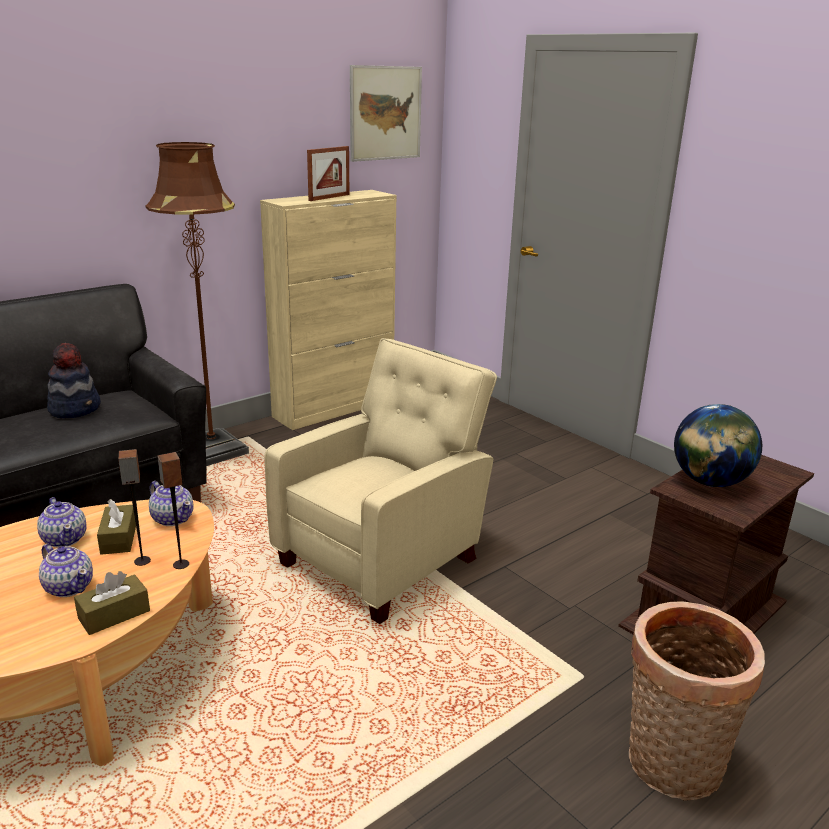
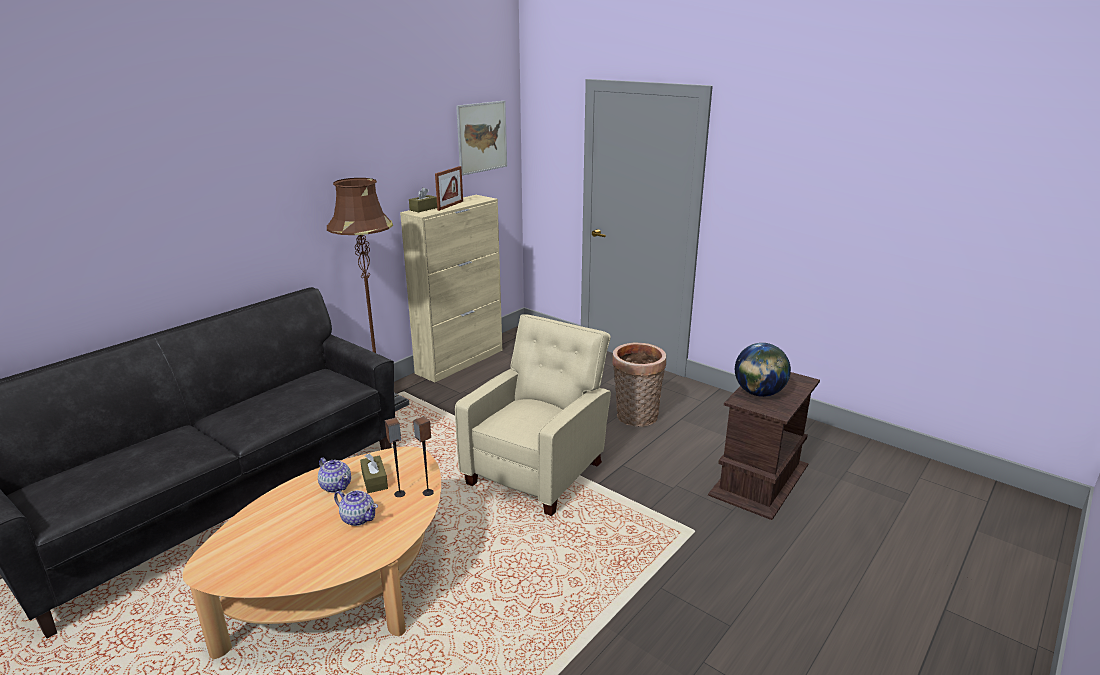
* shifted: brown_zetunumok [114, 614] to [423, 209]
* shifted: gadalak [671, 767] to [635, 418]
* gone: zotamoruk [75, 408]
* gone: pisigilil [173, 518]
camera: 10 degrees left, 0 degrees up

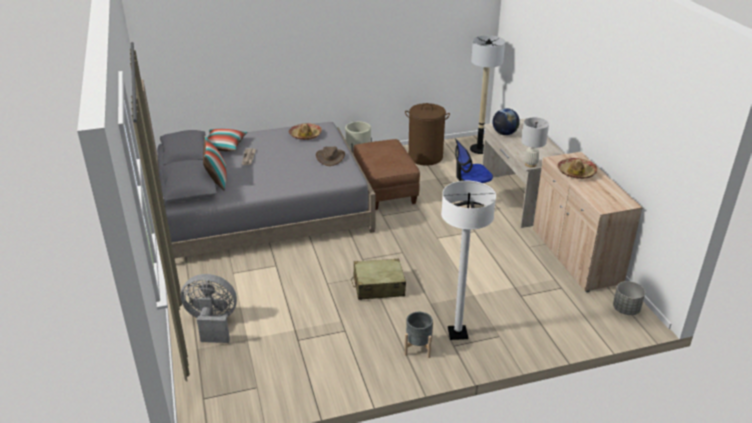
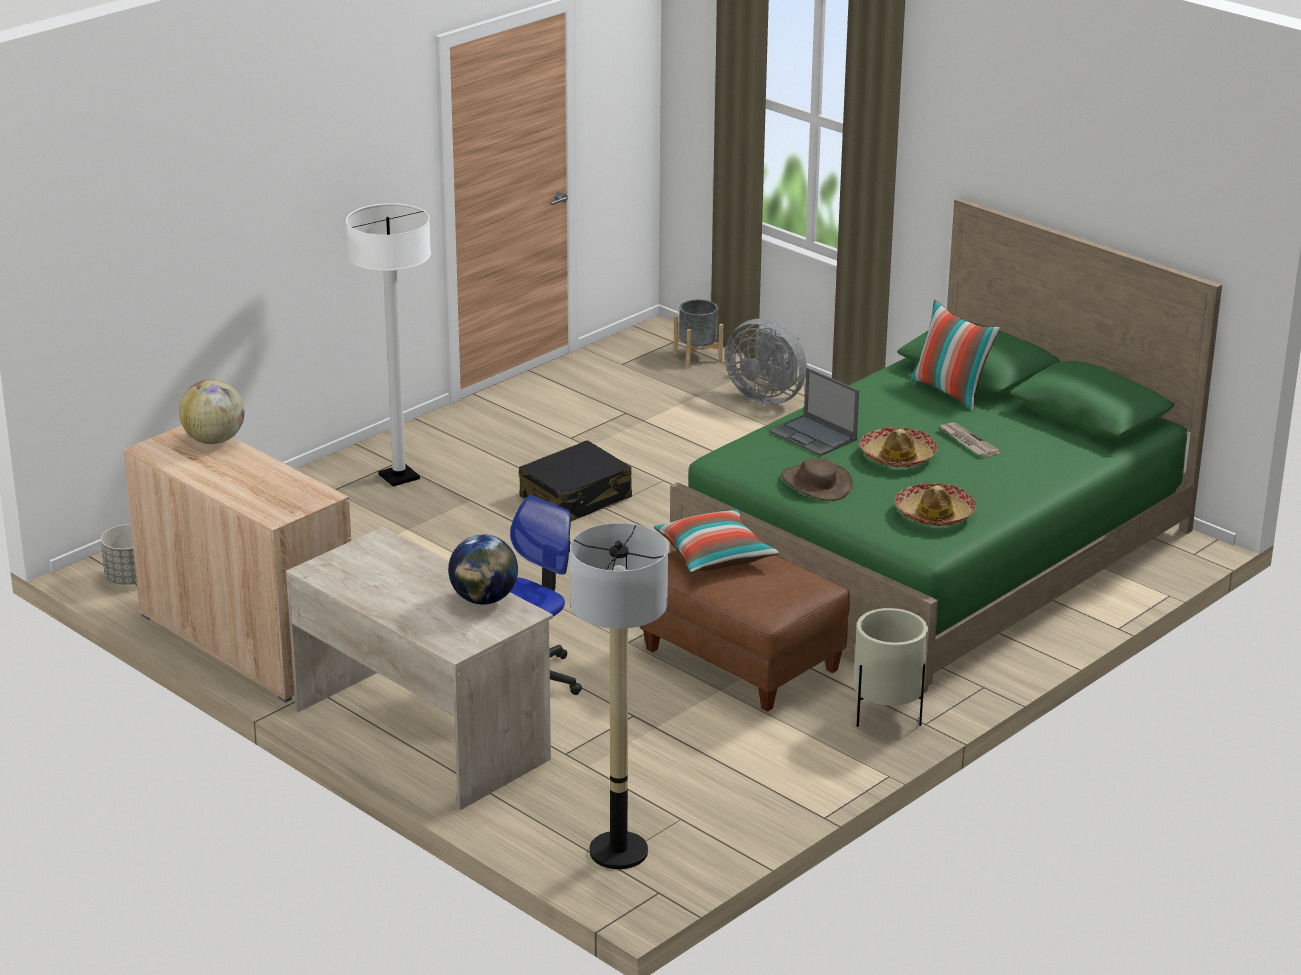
* new: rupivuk [214, 440]
* repainted: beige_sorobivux [378, 286] to black_sorobivux [576, 498]
* shifted: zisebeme [223, 146] to [714, 556]
* repainted: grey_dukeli [262, 209] to green_dukeli [936, 552]
* shifted: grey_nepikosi [418, 347] to [698, 357]
* rotated: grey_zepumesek [212, 324] = [767, 396] 60 degrees clockwise
* new: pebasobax [814, 436]
* shifted: zotamoruk [576, 172] to [897, 457]
* gone: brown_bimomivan [425, 157]
* gone: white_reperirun [530, 164]
camera: 150 degrees right, 5 degrees down

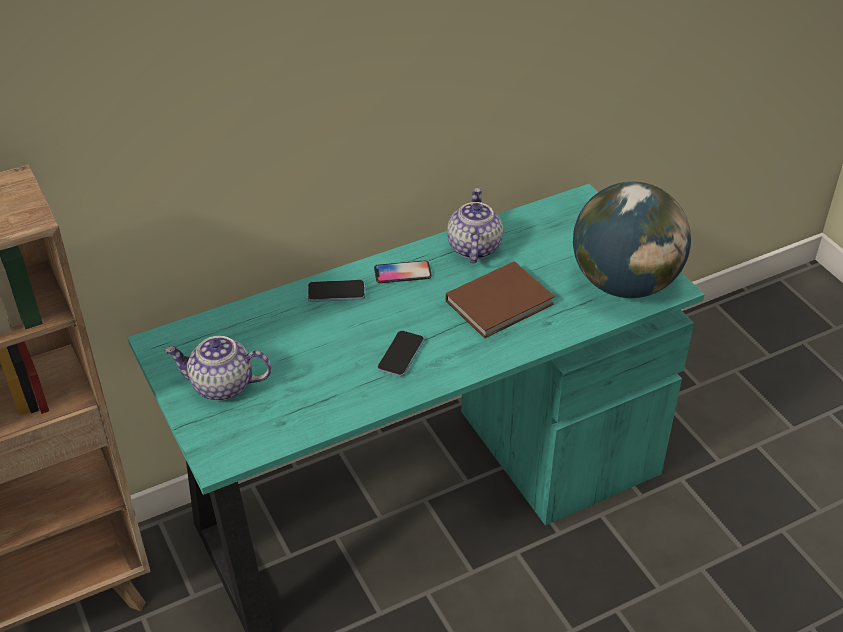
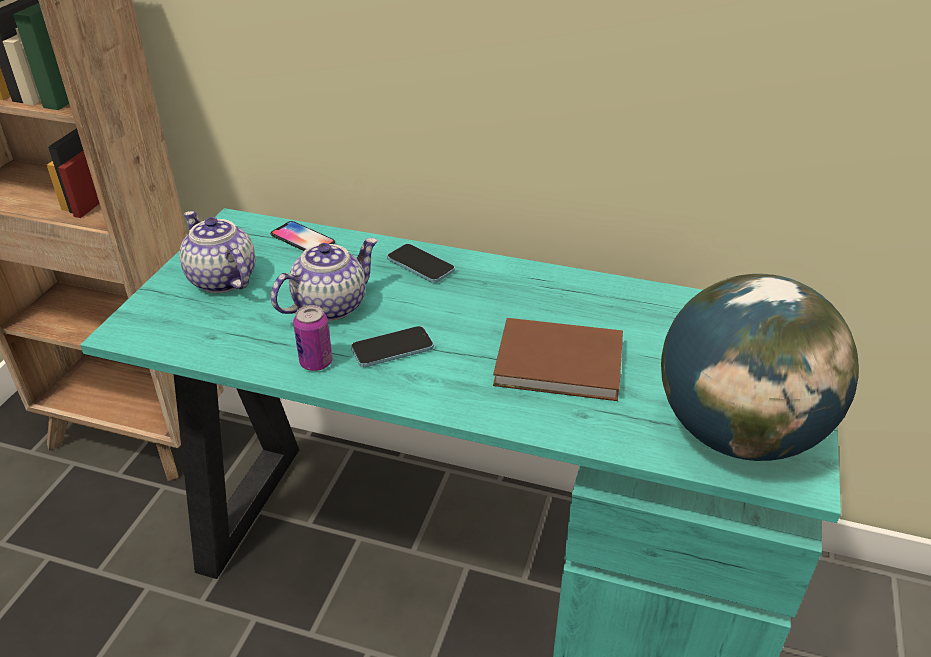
* shifted: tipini [402, 273] to [302, 239]
* shifted: pisigilil [473, 247] to [330, 305]
* new: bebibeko [316, 362]
camera: 45 degrees right, 5 degrees down

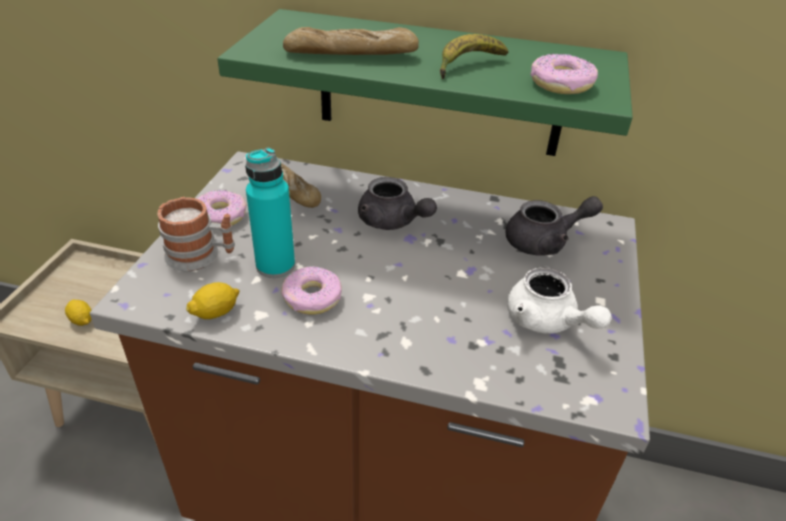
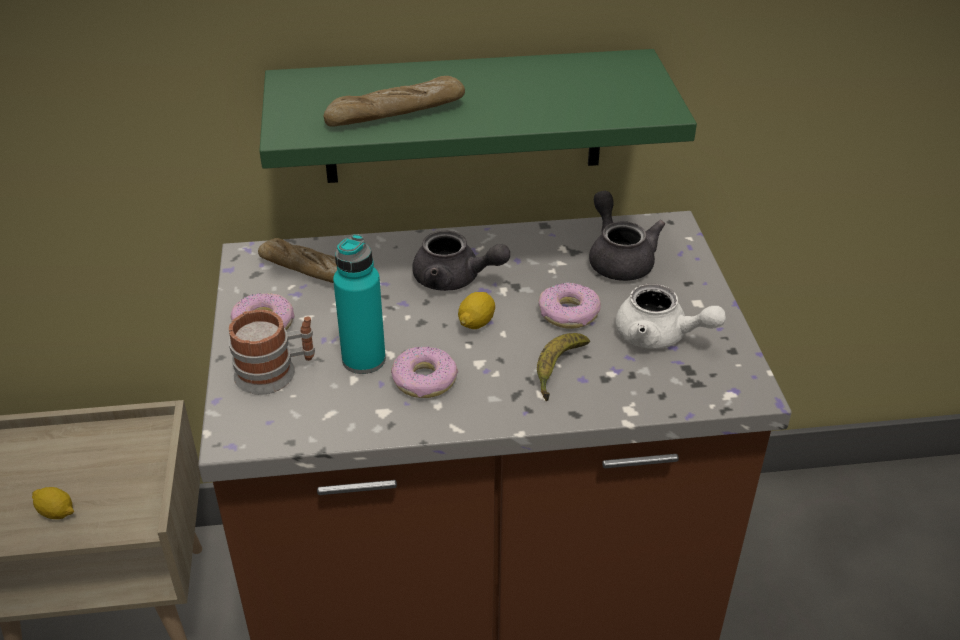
* shifted: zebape [216, 312] to [476, 322]
* shifted: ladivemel [467, 66] to [557, 370]
* shifted: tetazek [561, 84] to [569, 314]
* rotated: grey_pisigilil [545, 242] = [618, 258] 75 degrees counterclockwise
camera: 20 degrees left, 0 degrees up

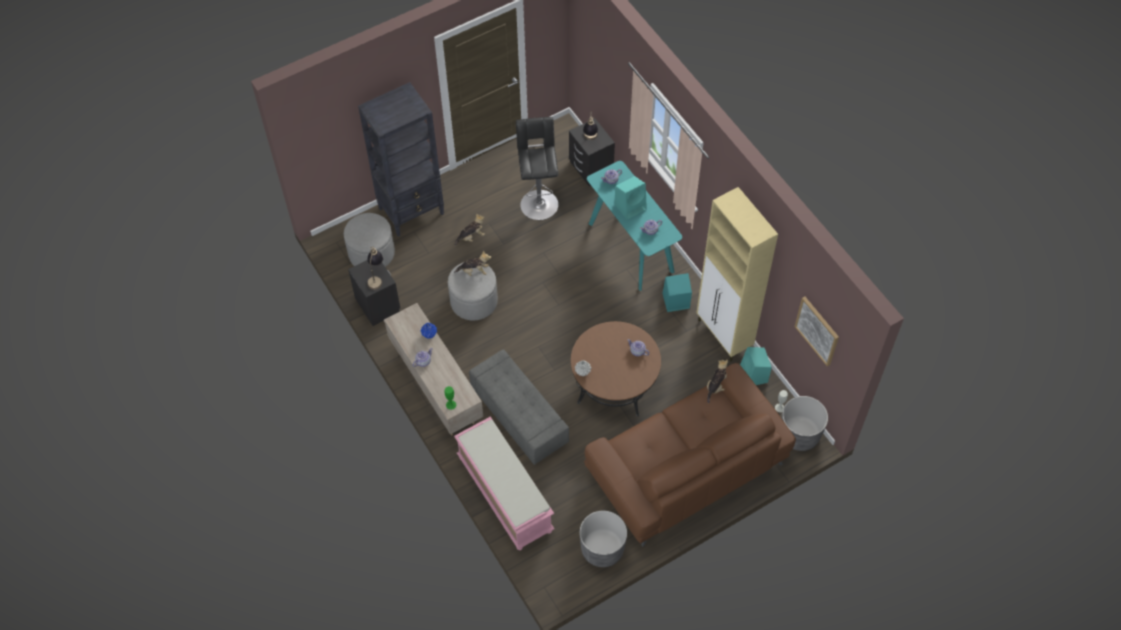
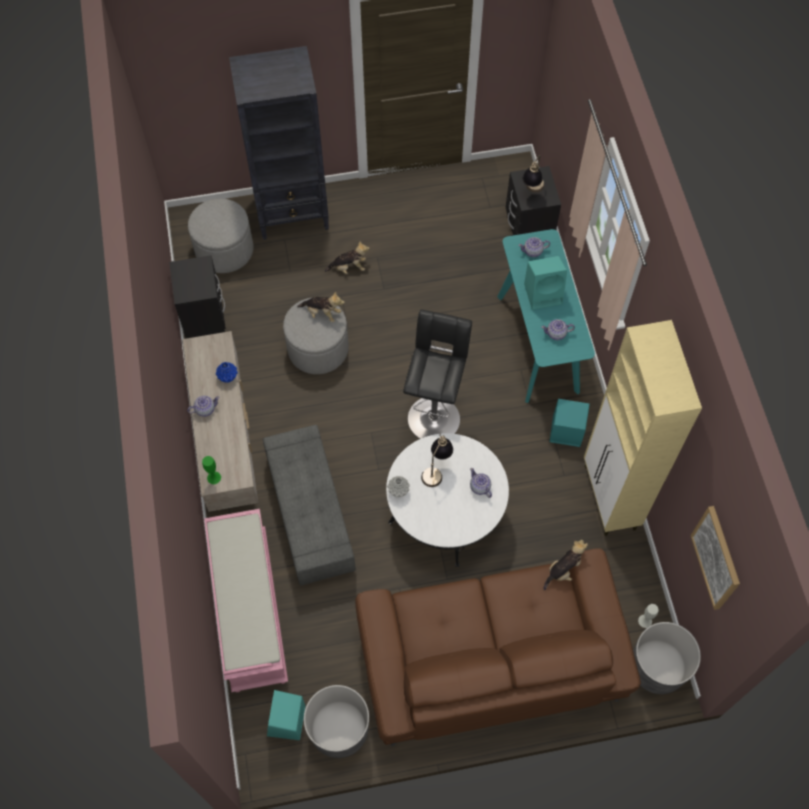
* shifted: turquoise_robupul [753, 375] to [286, 722]
* repainted: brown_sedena [614, 383] to white_sedena [445, 512]
* shifted: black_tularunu [538, 202] to [434, 415]
* shifted: reperirun [376, 277] to [436, 470]
camera: 20 degrees right, 5 degrees up

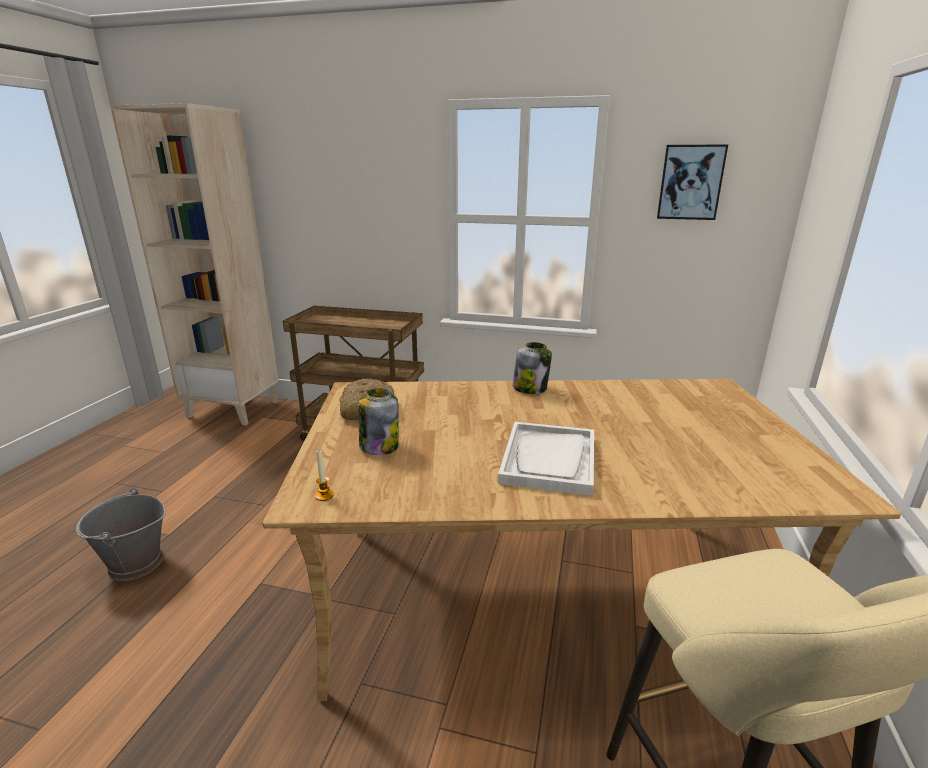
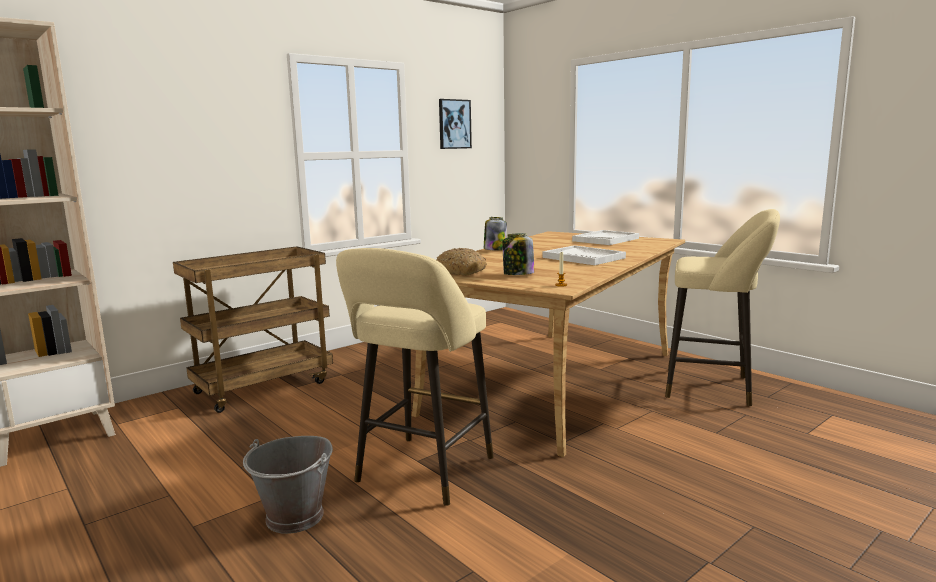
* new: beige_tularunu [421, 473]
* new: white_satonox [605, 239]
camera: 55 degrees left, 10 degrees down

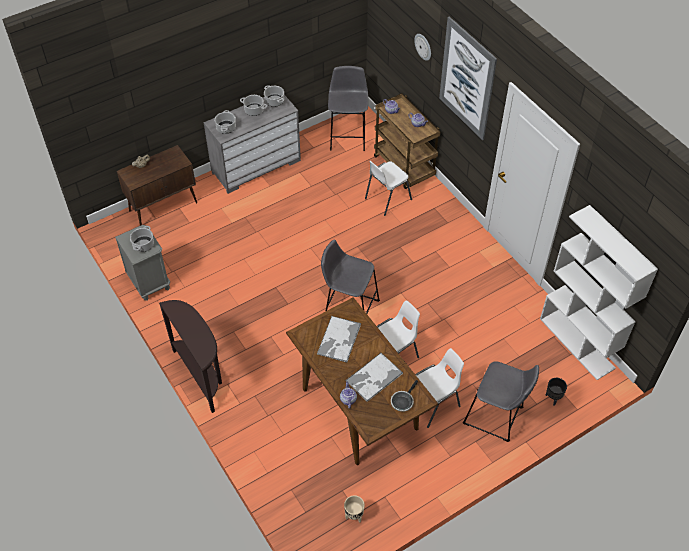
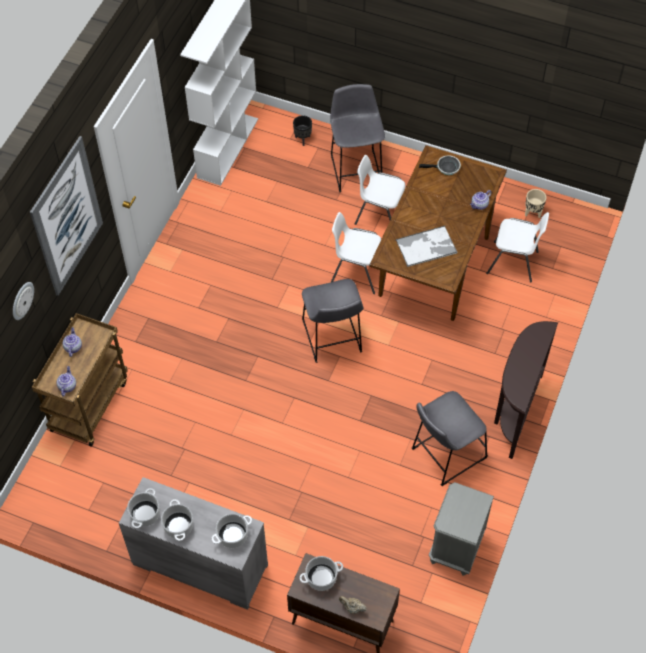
* shifted: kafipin [143, 245] to [321, 577]
* shifted: grey_tularunu [348, 135] to [445, 455]
* shifted: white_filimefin [386, 199] to [514, 263]
* gone: satonox [373, 377]
camera: 125 degrees left, 5 degrees up

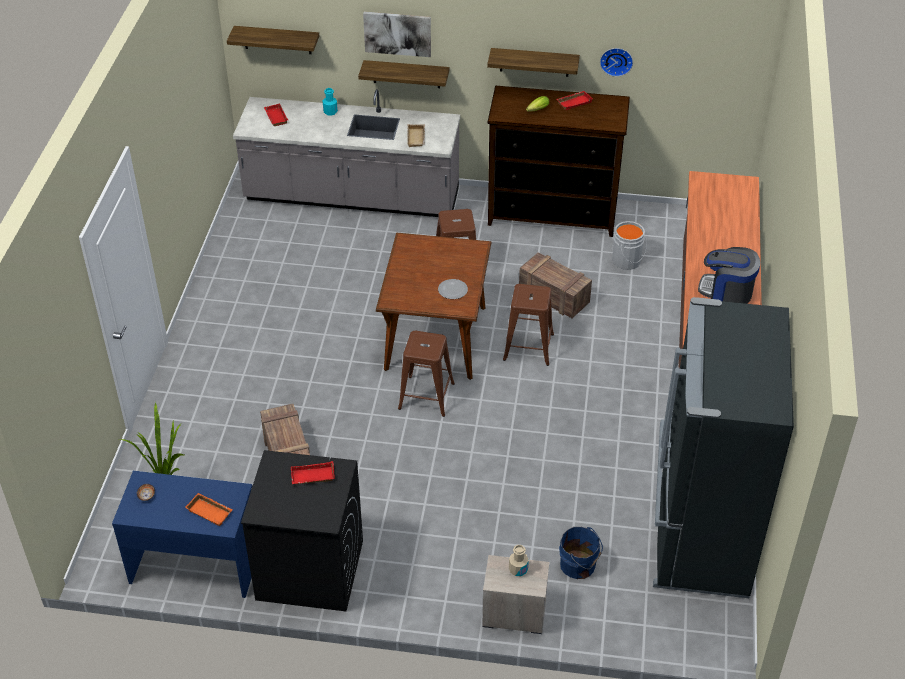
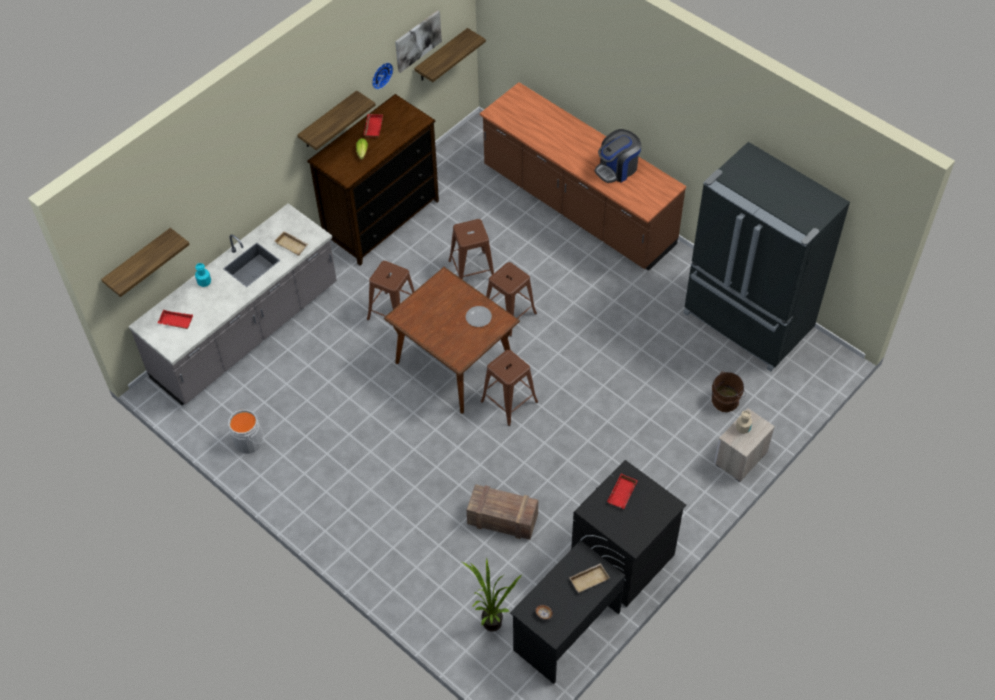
* shifted: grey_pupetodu [627, 261] to [250, 441]
* shifted: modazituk [397, 33] to [417, 40]
* shifted: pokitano [406, 74] to [441, 56]
* swapped: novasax [555, 297] to brown_tularunu [472, 270]
* repainted: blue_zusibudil [195, 564] to black_zusibudil [566, 630]
* repainted: orange_satonox [210, 511] to beige_satonox [589, 579]
* repainted: blue_pupetodu [579, 565] to brown_pupetodu [726, 400]
camera: 55 degrees left, 10 degrees up

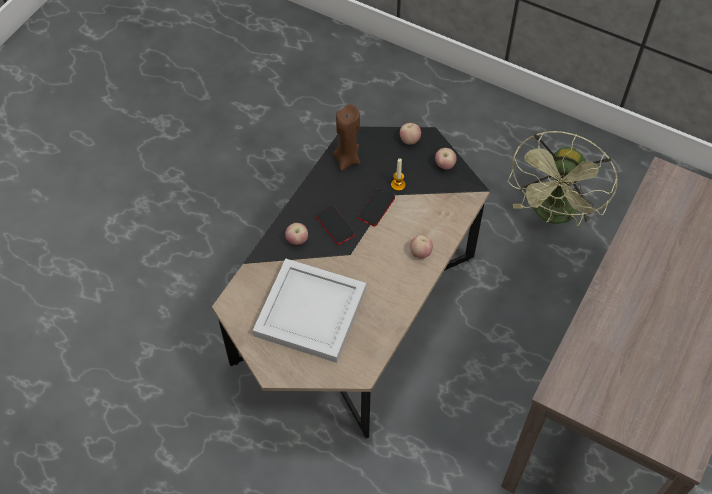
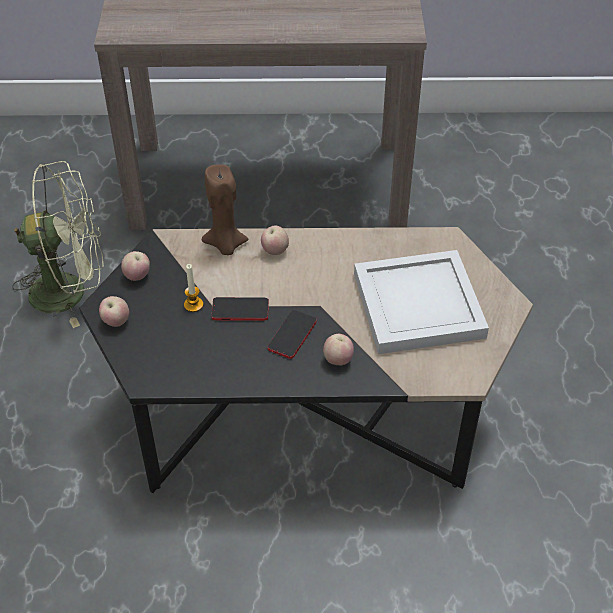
* shifted: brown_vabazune [347, 159] to [225, 245]
camera: 120 degrees left, 10 degrees down

